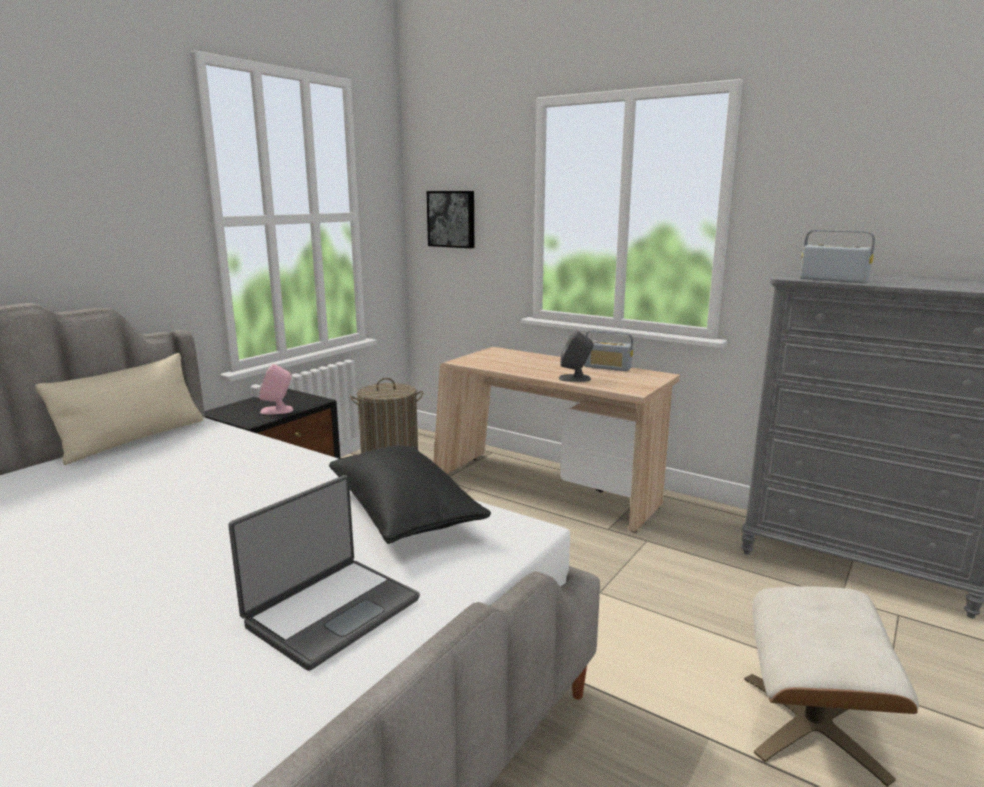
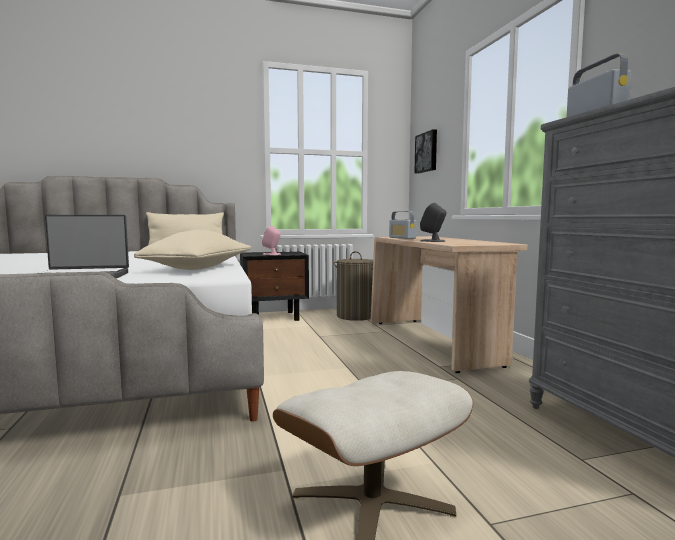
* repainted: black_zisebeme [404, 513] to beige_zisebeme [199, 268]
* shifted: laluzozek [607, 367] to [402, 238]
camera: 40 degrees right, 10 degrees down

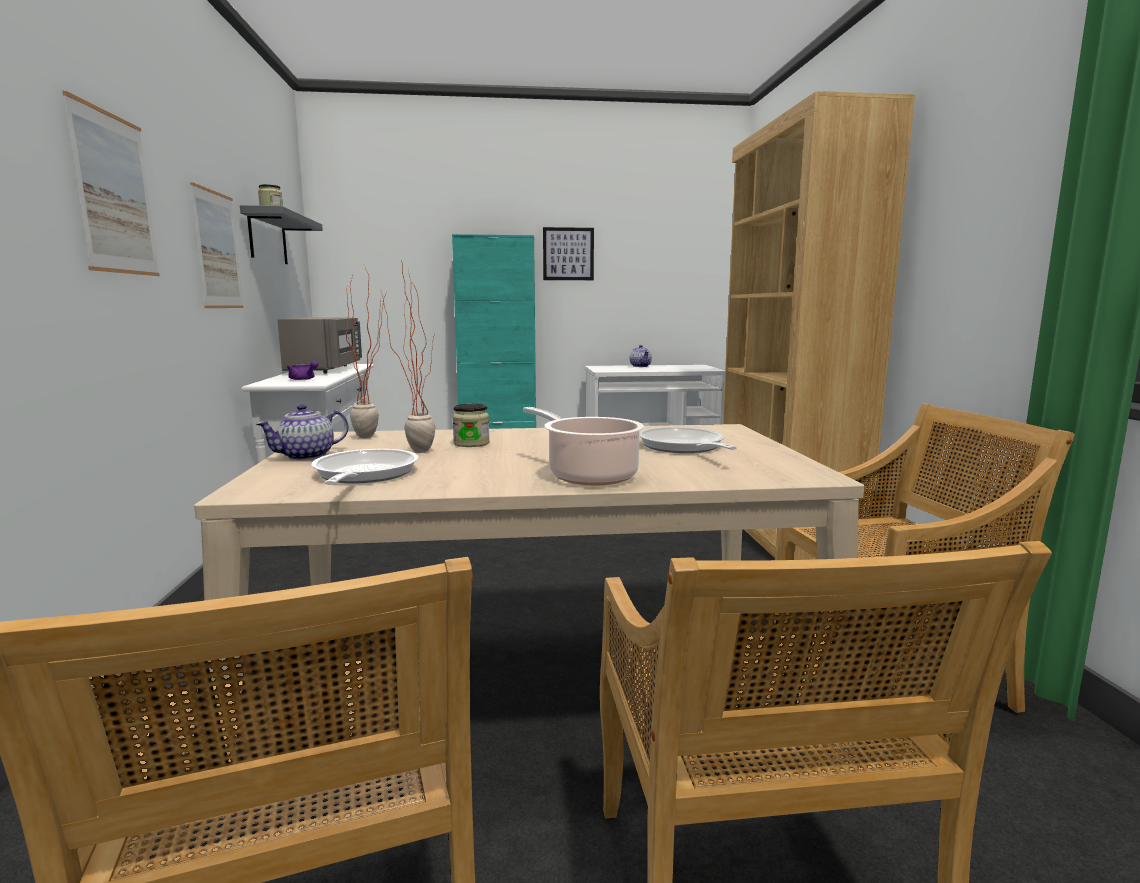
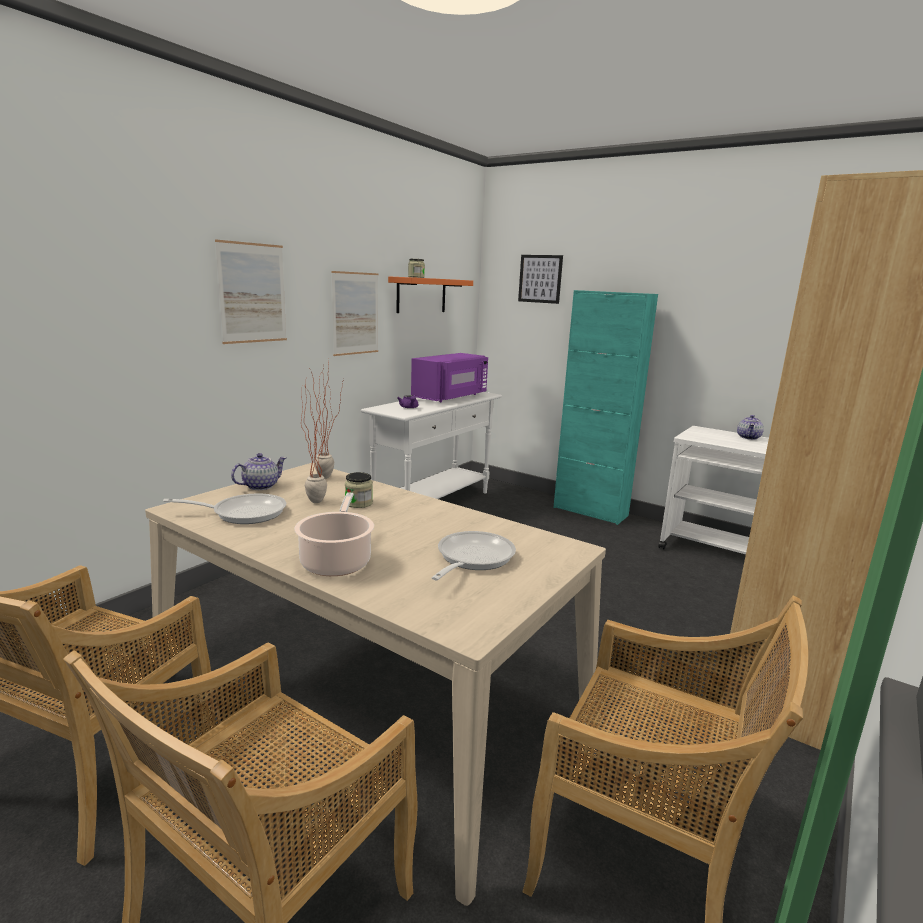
* rotated: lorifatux [363, 475] = [243, 513] 45 degrees clockwise
* rotated: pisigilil [306, 456] = [261, 486] 135 degrees clockwise
* repainted: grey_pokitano [268, 238] to orange_pokitano [421, 295]
* repainted: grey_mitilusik [325, 369] to purple_mitilusik [451, 397]
* shifted: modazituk [568, 254] to [540, 279]
camera: 40 degrees right, 5 degrees up

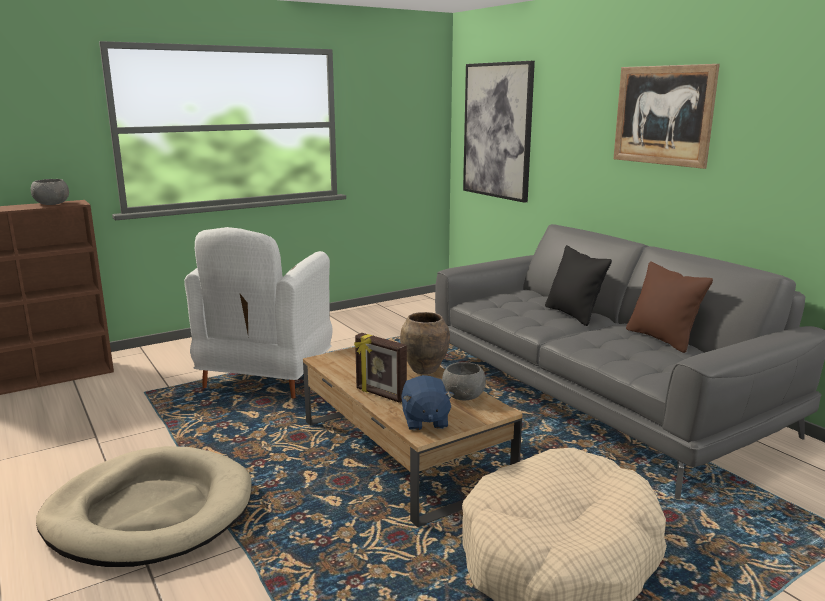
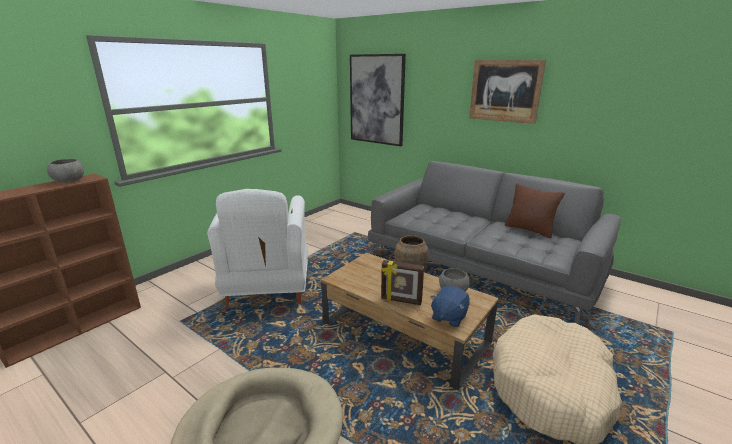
* rotated: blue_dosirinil [425, 421] = [448, 317] 60 degrees clockwise
* gone: black_zisebeme [573, 314]
camera: 20 degrees left, 5 degrees up

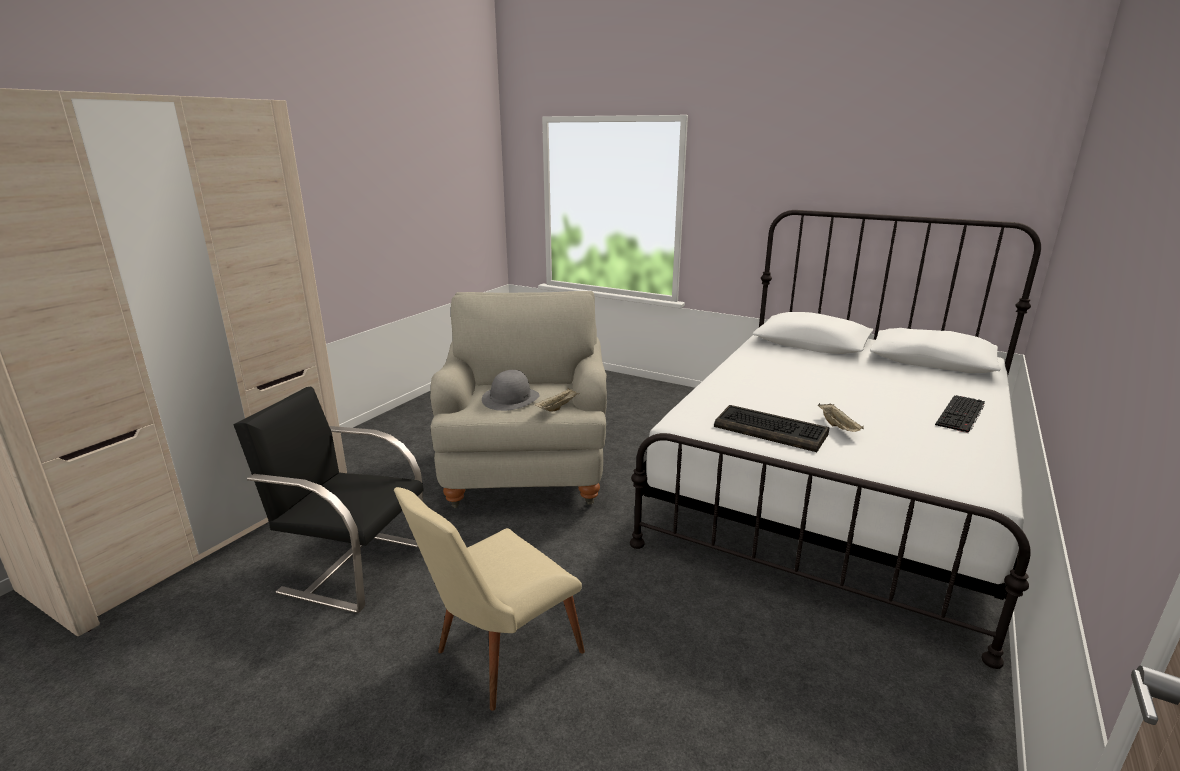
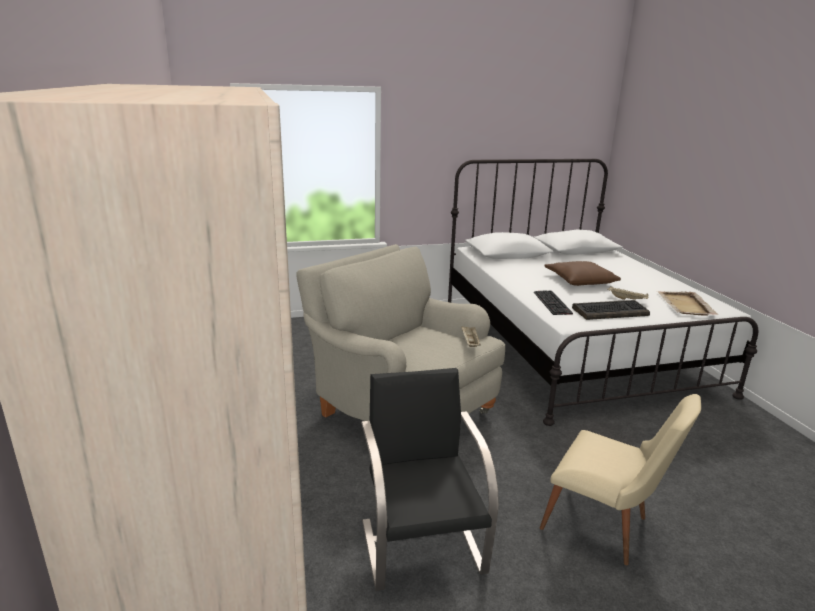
* rotated: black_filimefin [352, 566] = [422, 544] 105 degrees clockwise
* shifted: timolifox [961, 414] to [553, 303]
* rotated: beige_filimefin [496, 656] = [604, 528] 60 degrees counterclockwise
* new: brown_zisebeme [580, 280]
* new: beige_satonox [685, 305]
* gone: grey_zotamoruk [510, 398]
camera: 45 degrees left, 0 degrees up

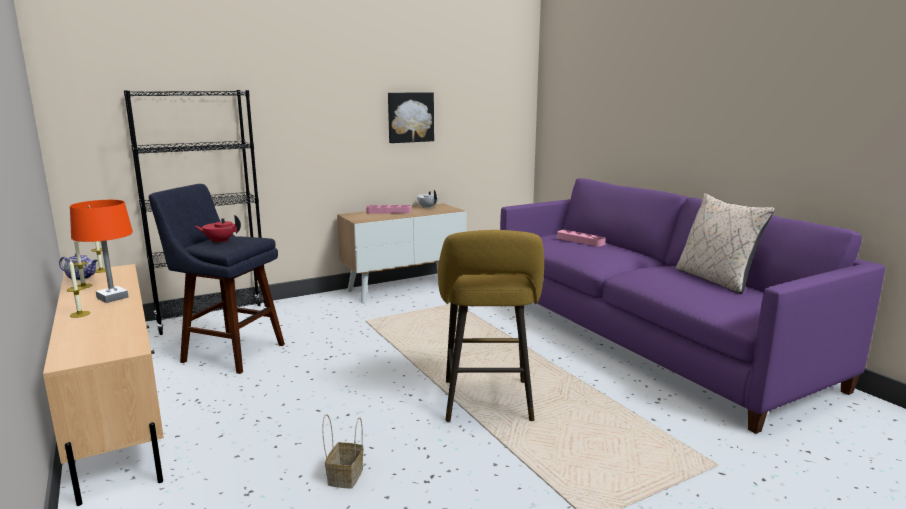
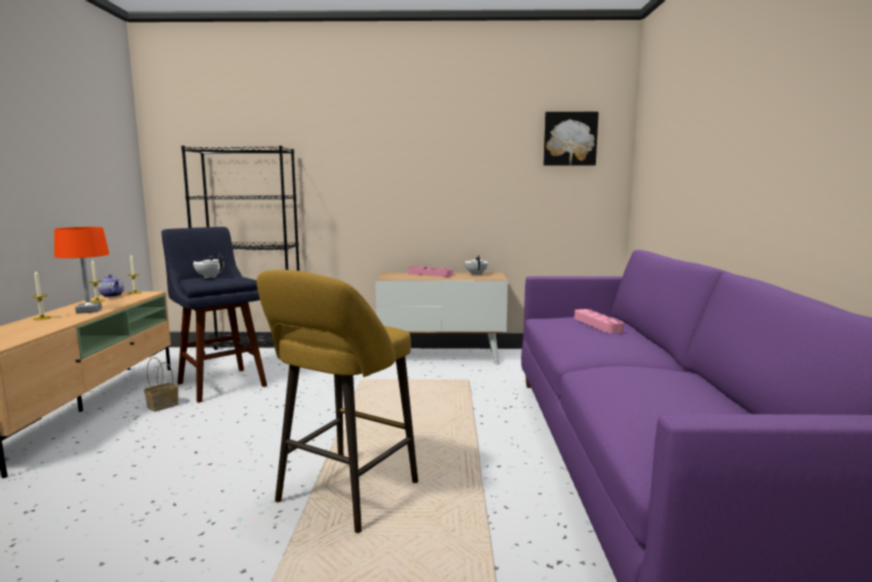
* shifted: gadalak [345, 475] to [163, 405]
* repainted: red_pisigilil [219, 241] to white_pisigilil [209, 277]
* shifted: modazituk [410, 117] to [569, 139]
* gone: beige_zisebeme [715, 280]
camera: 30 degrees right, 5 degrees down

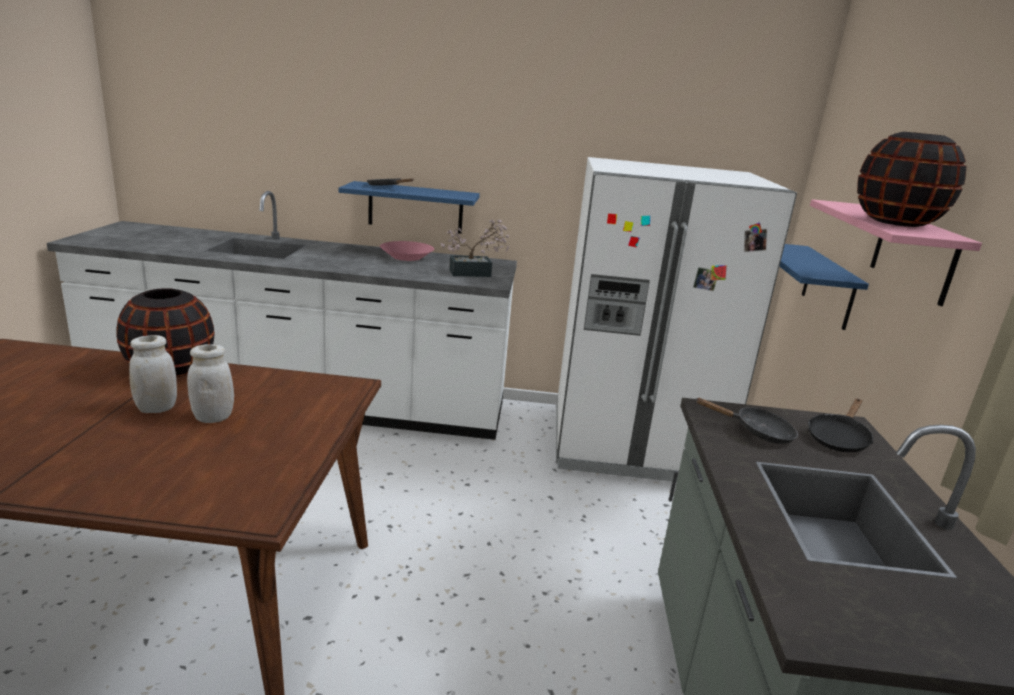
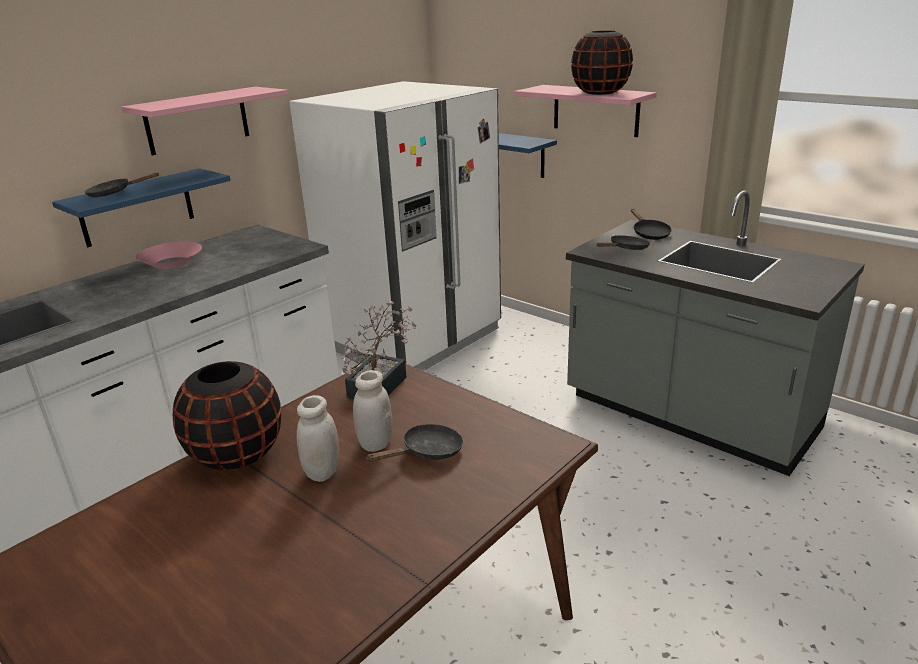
* new: pink_pokitano [197, 120]
* shifted: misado [475, 273] to [382, 383]
* new: black_lorifatux [427, 452]
camera: 50 degrees left, 5 degrees up

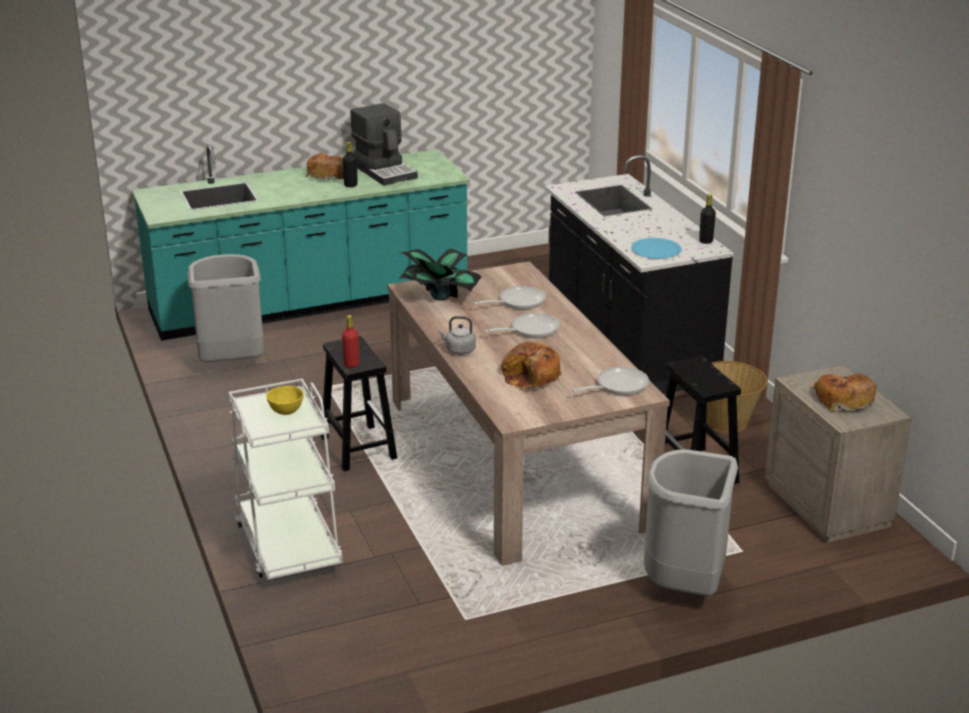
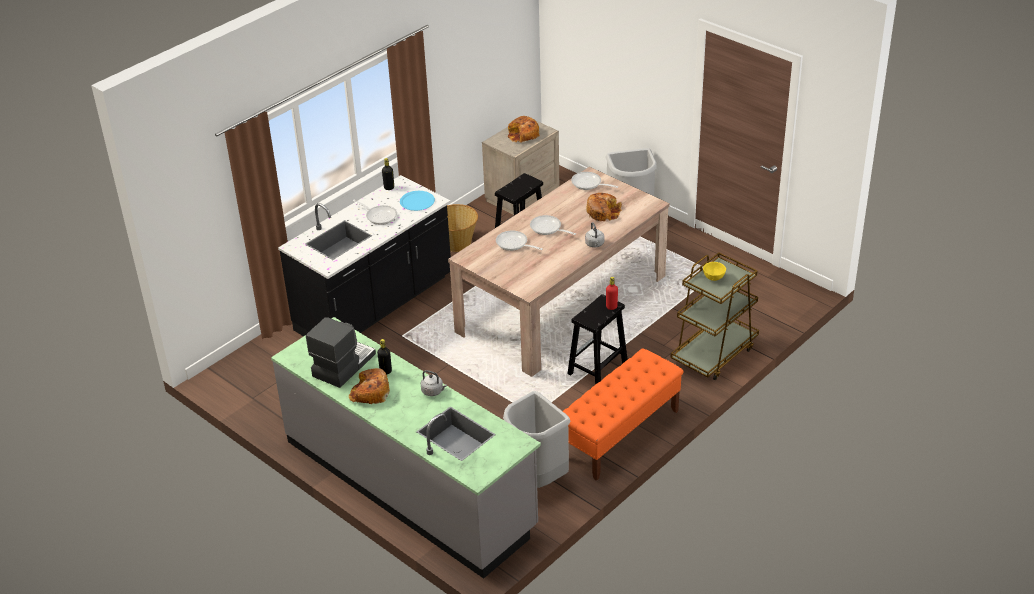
* repainted: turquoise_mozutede [310, 303] to grey_mozutede [409, 484]
* new: lorifatux [379, 216]
* new: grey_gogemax [433, 391]
* new: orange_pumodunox [619, 434]
* repainted: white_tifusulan [288, 544] to brown_tifusulan [714, 353]
* gone: misado [439, 297]
camera: 115 degrees left, 10 degrees up

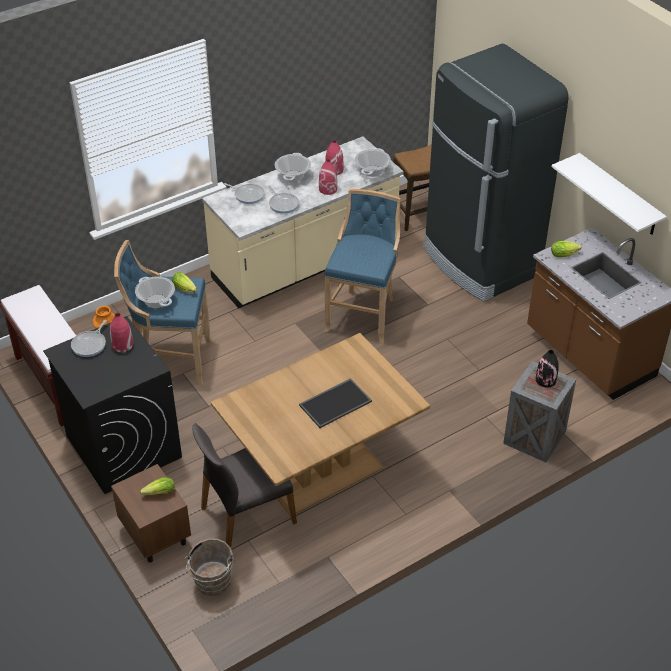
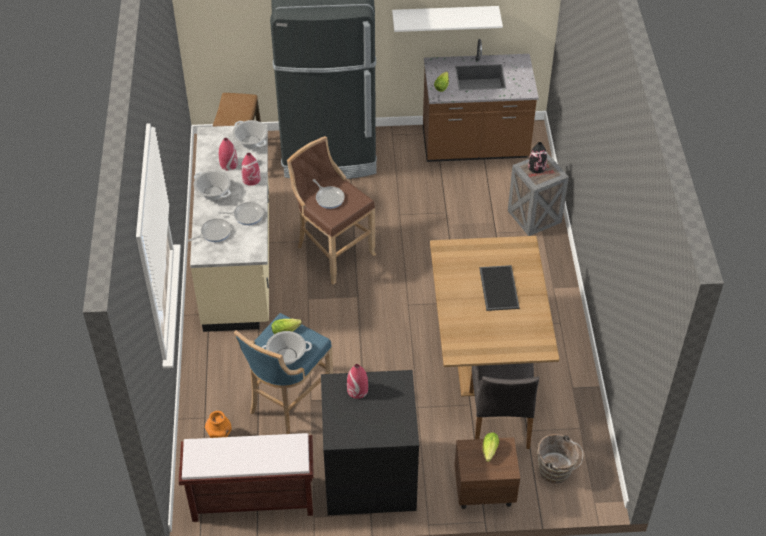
* repainted: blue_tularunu [363, 314] to brown_tularunu [332, 251]
* shifted: lorifatux [90, 344] to [329, 198]
camera: 60 degrees left, 5 degrees up

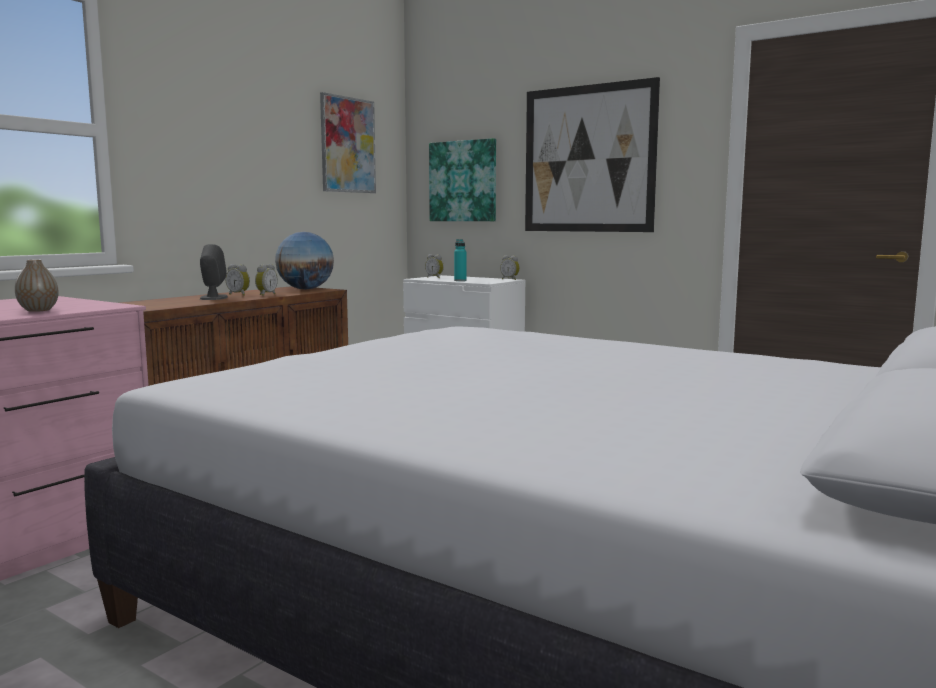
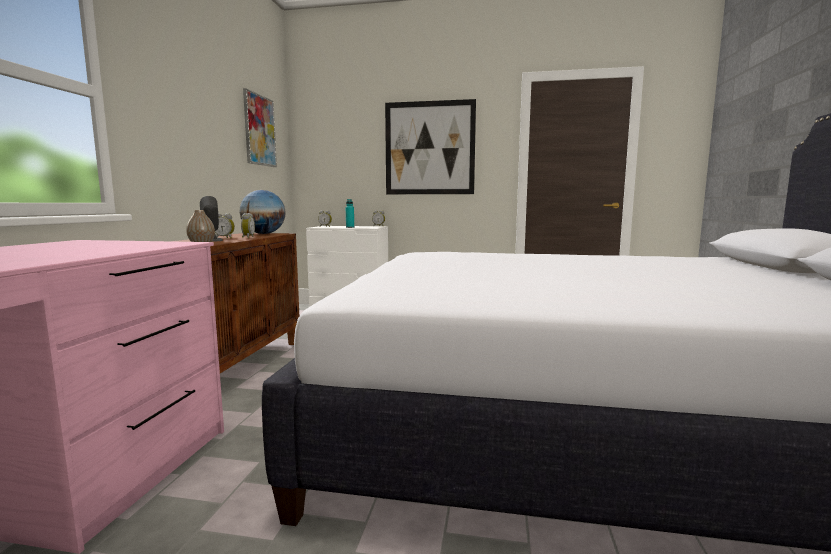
* shifted: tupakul [38, 310] to [201, 244]
* gone: modazituk [463, 181]
camera: 25 degrees left, 0 degrees up

